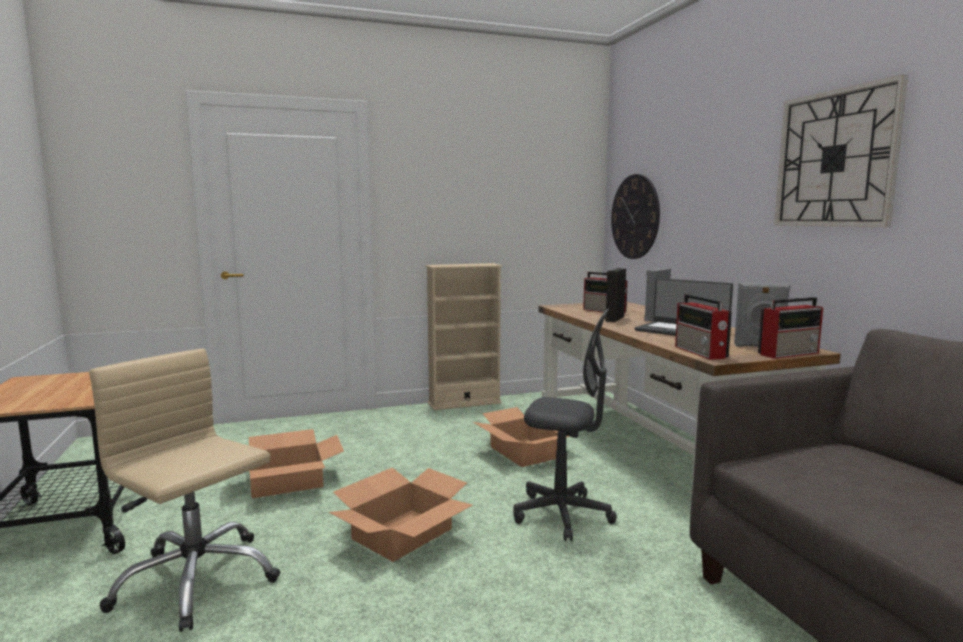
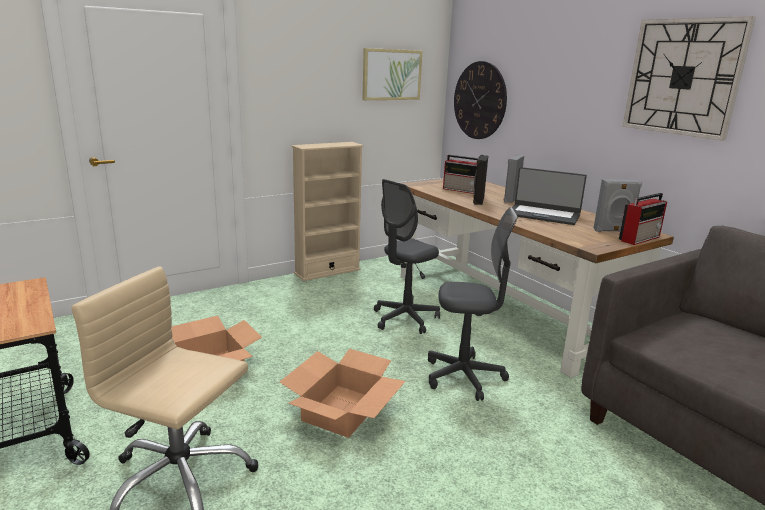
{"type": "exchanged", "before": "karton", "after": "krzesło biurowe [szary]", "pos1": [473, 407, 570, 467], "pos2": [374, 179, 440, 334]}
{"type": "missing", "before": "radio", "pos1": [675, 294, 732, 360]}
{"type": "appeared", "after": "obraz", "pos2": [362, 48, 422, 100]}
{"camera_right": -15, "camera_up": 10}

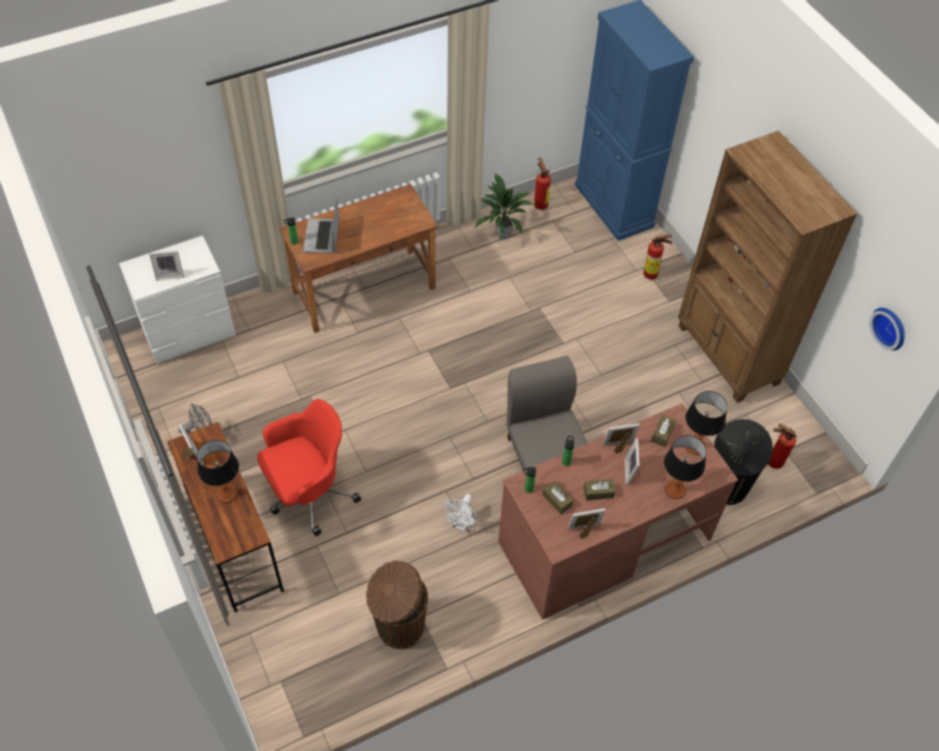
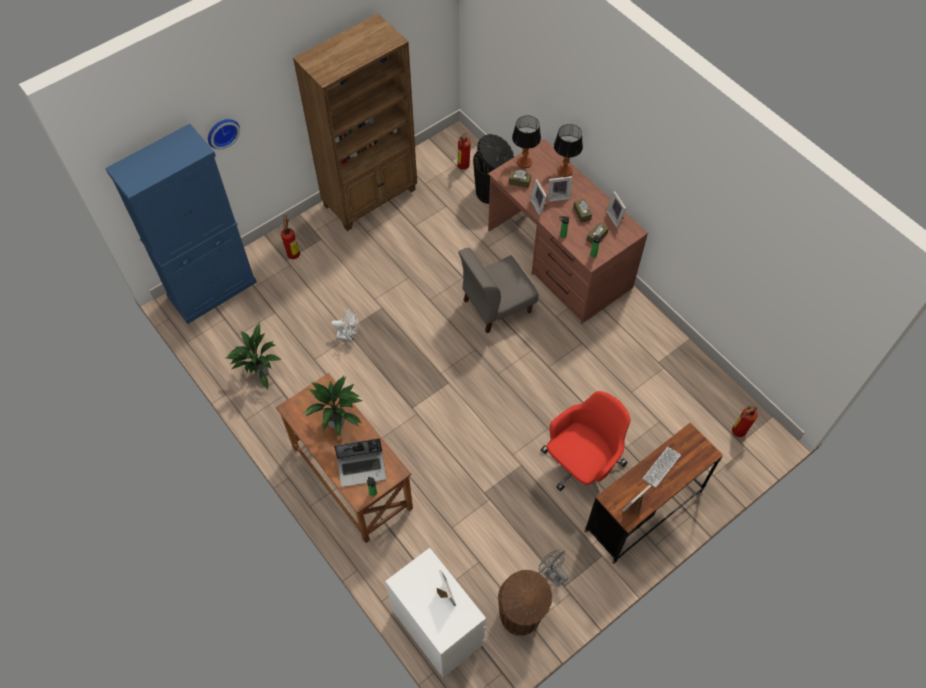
{"type": "exchanged", "before": "lampa stołowa", "after": "klawiatura", "pos1": [197, 440, 239, 503], "pos2": [642, 447, 681, 488]}
{"type": "spun", "before": "krzesło biurowe [czerwony]", "pos1": [257, 399, 361, 536], "pos2": [541, 391, 630, 495], "turn": 90}
{"type": "relocated", "before": "kosz na śmieci [brązowy]", "pos1": [366, 561, 428, 649], "pos2": [498, 570, 552, 636]}
{"type": "relocated", "before": "wentylator [biały]", "pos1": [442, 494, 478, 531], "pos2": [331, 309, 359, 341]}
{"type": "relocated", "before": "gaśnica", "pos1": [534, 158, 551, 210], "pos2": [732, 406, 758, 437]}
{"type": "relocated", "before": "zegar ścienny", "pos1": [870, 308, 905, 351], "pos2": [208, 119, 240, 150]}
{"type": "appeared", "after": "roślina doniczkowa", "pos2": [303, 376, 362, 437]}
{"camera_right": -100, "camera_up": 5}

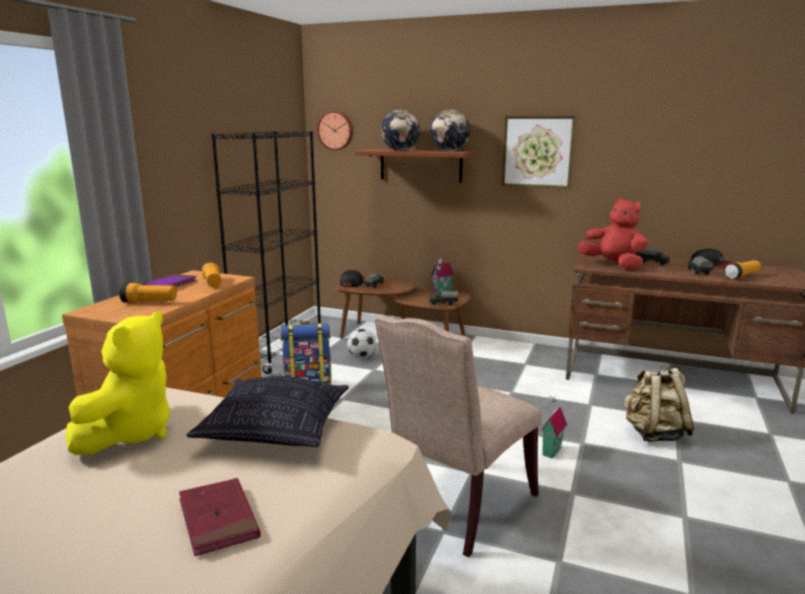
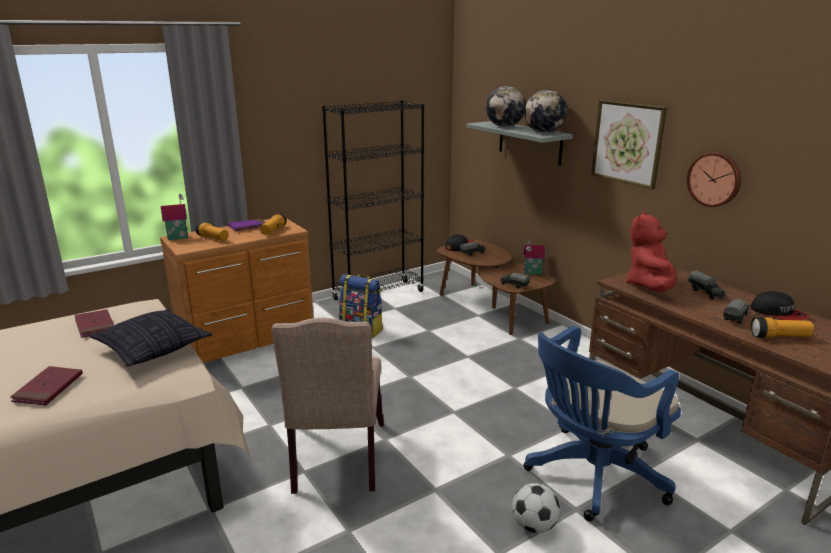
{"type": "exchanged", "before": "pluszak [żółty]", "after": "książka [czerwony]", "pos1": [66, 311, 170, 455], "pos2": [74, 309, 114, 338]}
{"type": "relocated", "before": "zegar ścienny", "pos1": [317, 111, 353, 150], "pos2": [687, 152, 741, 207]}
{"type": "relocated", "before": "piłka futbolowa", "pos1": [347, 329, 376, 358], "pos2": [512, 483, 560, 533]}
{"type": "colour", "before": "półka [brązowy]", "after": "półka [szary]", "pos1": [355, 149, 474, 183], "pos2": [466, 121, 573, 166]}
{"type": "spun", "before": "krzesło [beżowy]", "pos1": [375, 316, 542, 557], "pos2": [272, 318, 384, 494], "turn": -75}
{"type": "relocated", "before": "domek", "pos1": [540, 396, 567, 459], "pos2": [161, 194, 189, 240]}
{"type": "spun", "before": "pluszak [czerwony]", "pos1": [578, 198, 648, 270], "pos2": [626, 212, 677, 292], "turn": -150}
{"type": "exchanged", "before": "plecak [beżowy]", "after": "krzesło biurowe [niebieski]", "pos1": [624, 366, 694, 442], "pos2": [523, 326, 681, 521]}
{"camera_right": 35, "camera_up": 5}

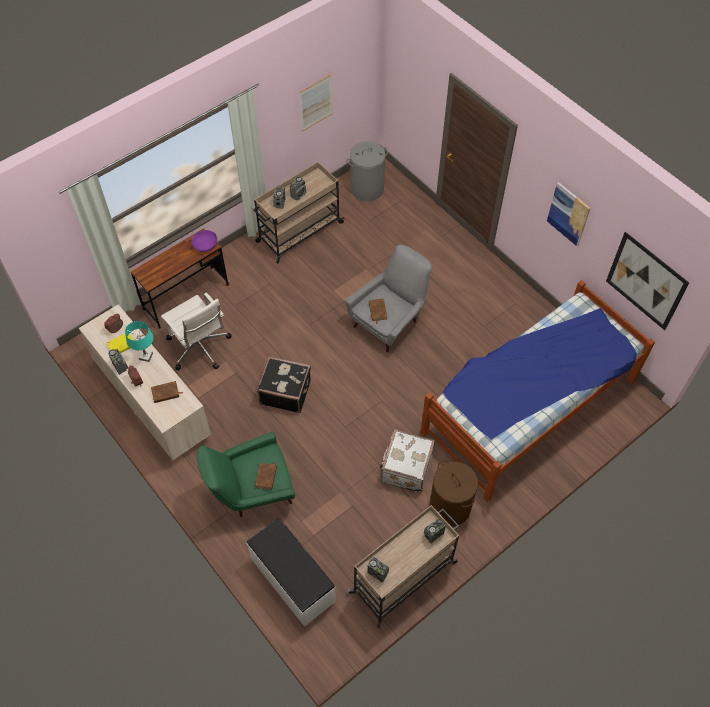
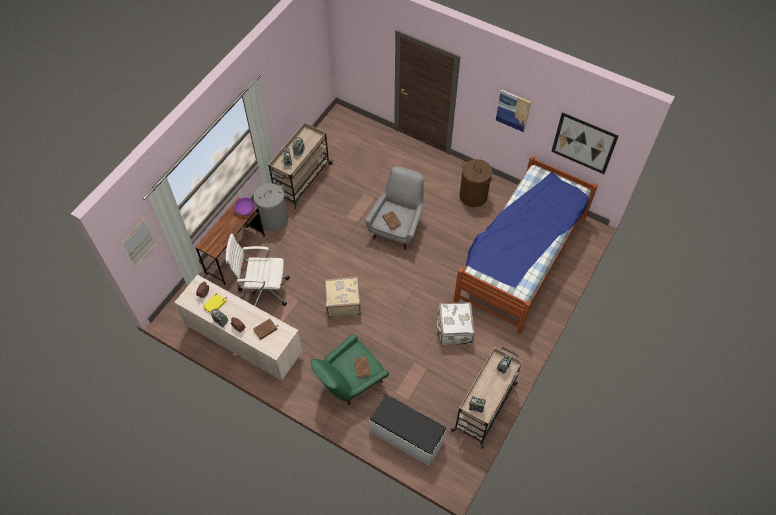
{"type": "missing", "before": "lampa stołowa [turkusowy]", "pos1": [125, 321, 153, 362]}
{"type": "spun", "before": "krzesło biurowe [biały]", "pos1": [161, 292, 232, 370], "pos2": [226, 233, 290, 307], "turn": 150}
{"type": "colour", "before": "walizka [czarny]", "after": "walizka [beżowy]", "pos1": [257, 356, 311, 413], "pos2": [324, 276, 361, 318]}
{"type": "relocated", "before": "obraz", "pos1": [299, 74, 332, 131], "pos2": [121, 218, 157, 270]}
{"type": "relocated", "before": "kosz na pranie [szary]", "pos1": [347, 141, 388, 201], "pos2": [254, 183, 288, 232]}
{"type": "relocated", "before": "kosz na pranie [brązowy]", "pos1": [429, 460, 478, 527], "pos2": [459, 159, 493, 207]}
{"camera_right": -20, "camera_up": 0}

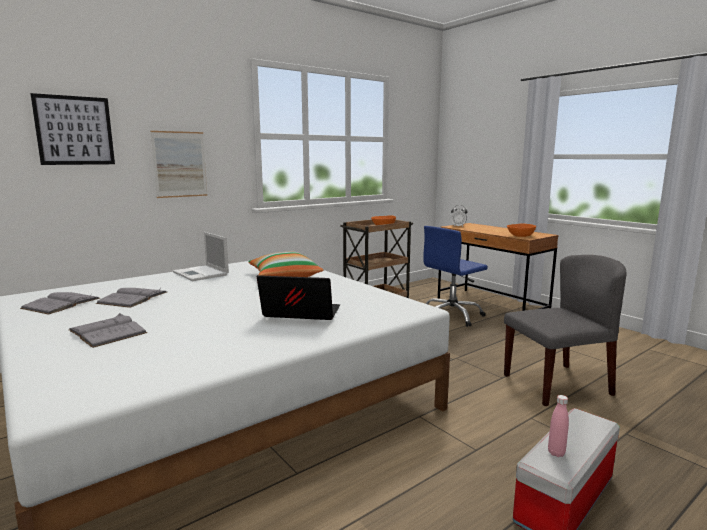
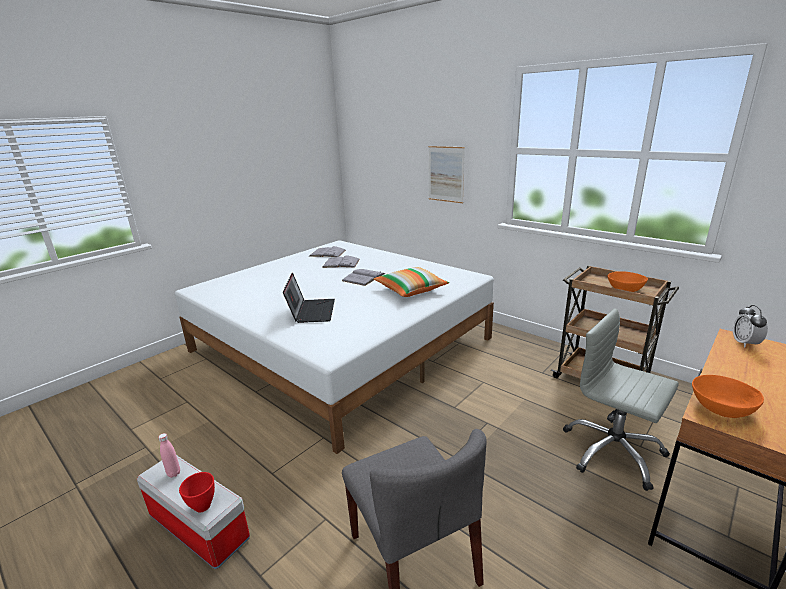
{"type": "missing", "before": "obraz", "pos1": [30, 93, 115, 165]}
{"type": "relocated", "before": "książka [szary]", "pos1": [69, 313, 147, 348], "pos2": [342, 269, 385, 286]}
{"type": "missing", "before": "laptop", "pos1": [173, 232, 229, 281]}
{"type": "colour", "before": "krzesło biurowe [niebieski]", "after": "krzesło biurowe [szary]", "pos1": [423, 226, 488, 327], "pos2": [563, 308, 679, 491]}
{"type": "appeared", "after": "miska [czerwony]", "pos2": [179, 472, 215, 513]}
{"camera_right": 80, "camera_up": 10}

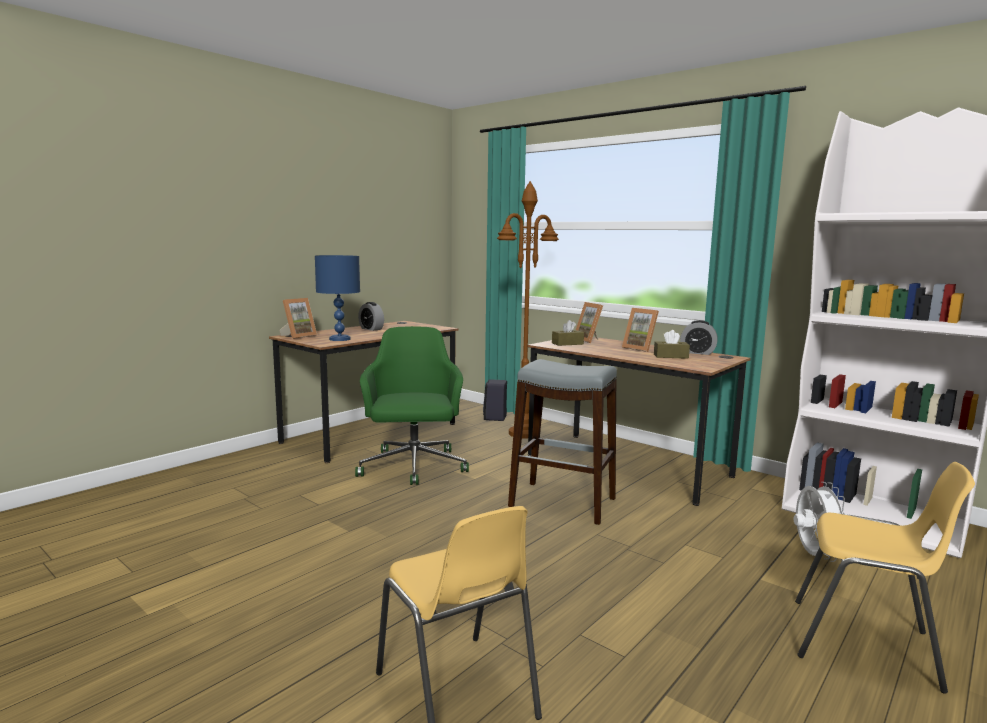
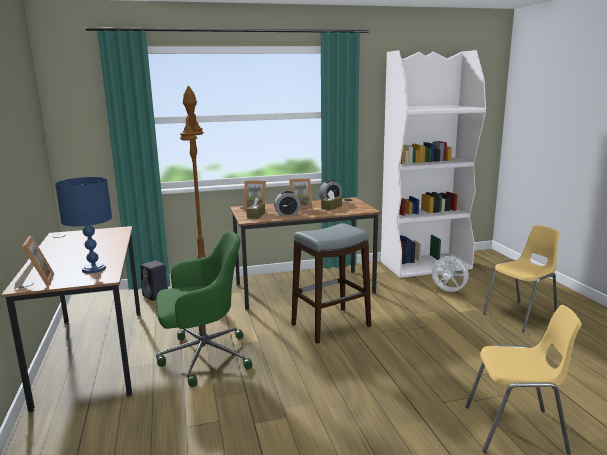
{"type": "spun", "before": "krzesło biurowe [zielony]", "pos1": [355, 326, 469, 485], "pos2": [156, 231, 253, 387], "turn": 135}
{"type": "relocated", "before": "budzik", "pos1": [358, 302, 384, 331], "pos2": [274, 191, 301, 216]}
{"camera_right": -55, "camera_up": 5}

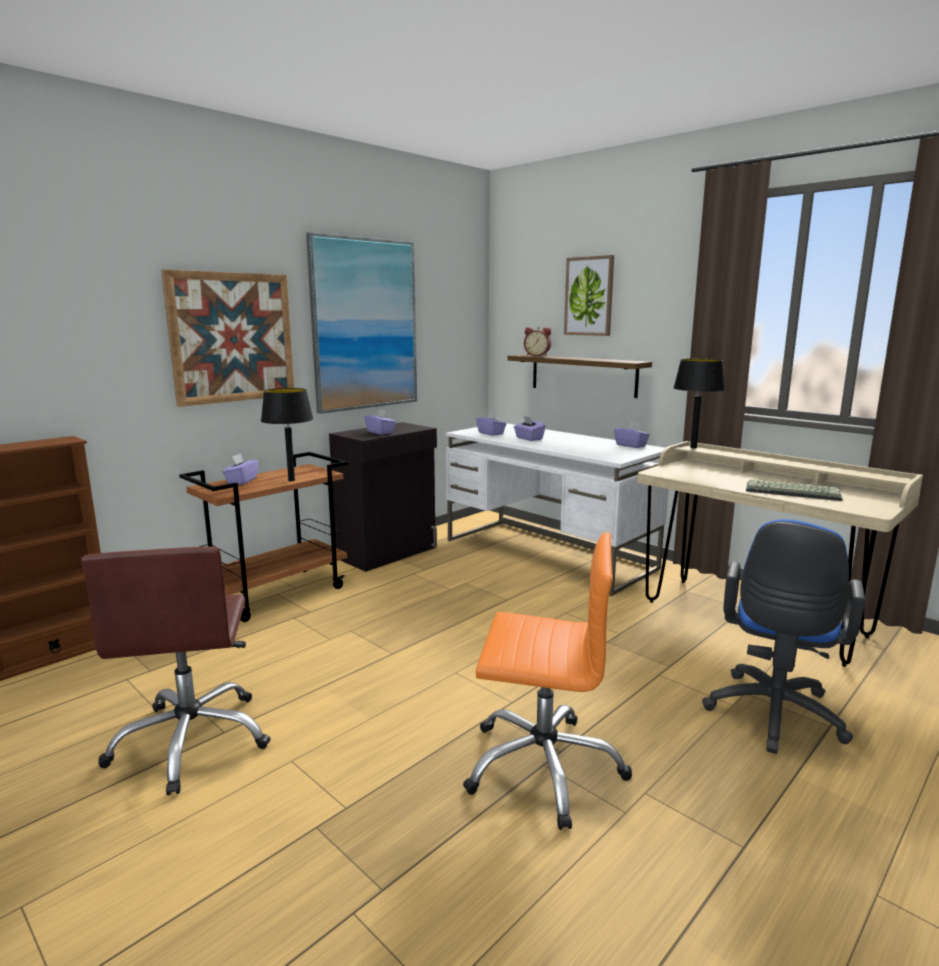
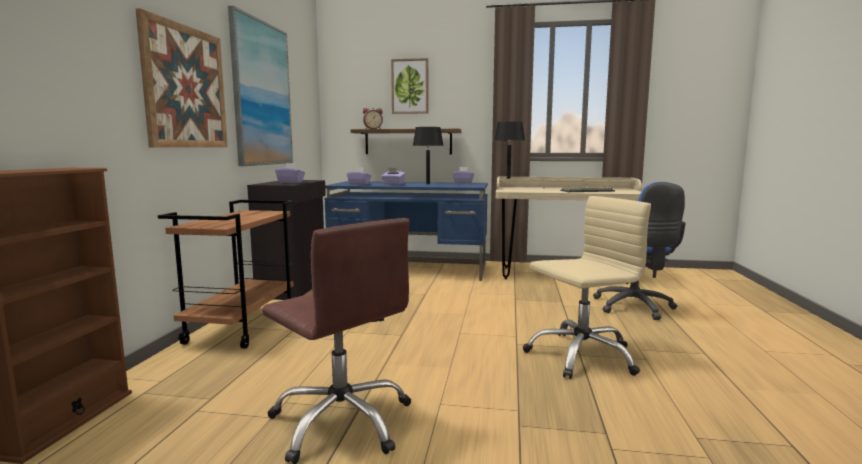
{"type": "missing", "before": "pudełko chusteczek [fioletowy]", "pos1": [223, 453, 258, 485]}
{"type": "relocated", "before": "lampa stołowa [czarny]", "pos1": [261, 388, 313, 481], "pos2": [413, 127, 444, 184]}
{"type": "colour", "before": "biurko [biały]", "after": "biurko [niebieski]", "pos1": [446, 423, 669, 596], "pos2": [325, 181, 488, 281]}
{"type": "colour", "before": "krzesło biurowe [pomarańczowy]", "after": "krzesło biurowe [beżowy]", "pos1": [463, 532, 632, 830], "pos2": [523, 196, 651, 379]}
{"camera_right": -35, "camera_up": -5}

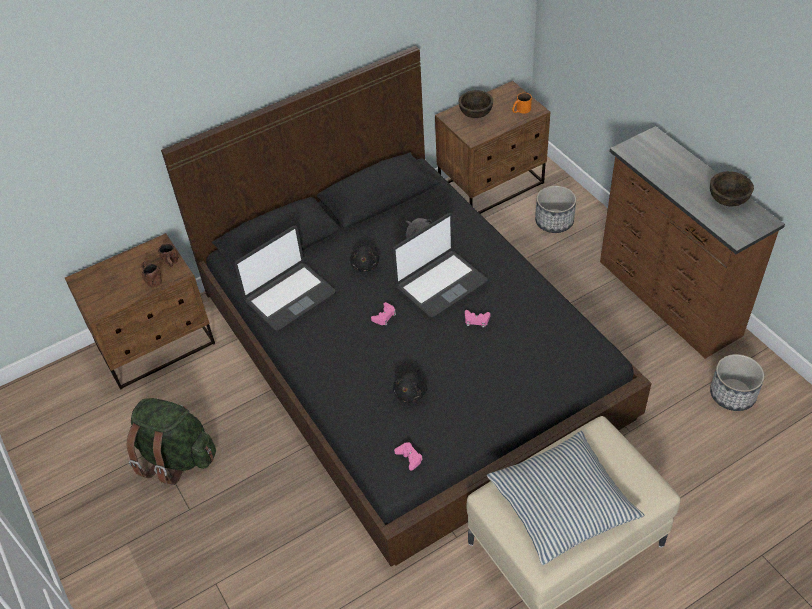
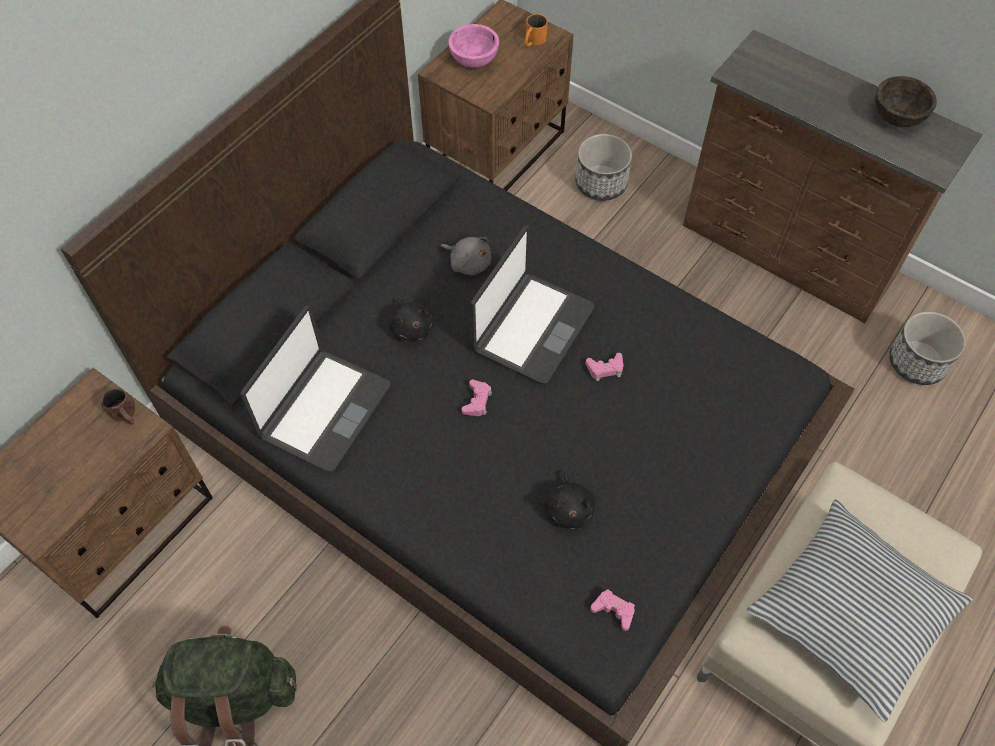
{"type": "missing", "before": "kubek [brązowy]", "pos1": [141, 261, 162, 287]}
{"type": "colour", "before": "miska [brązowy]", "after": "miska [różowy]", "pos1": [459, 90, 493, 118], "pos2": [449, 24, 499, 68]}
{"camera_right": -25, "camera_up": 10}

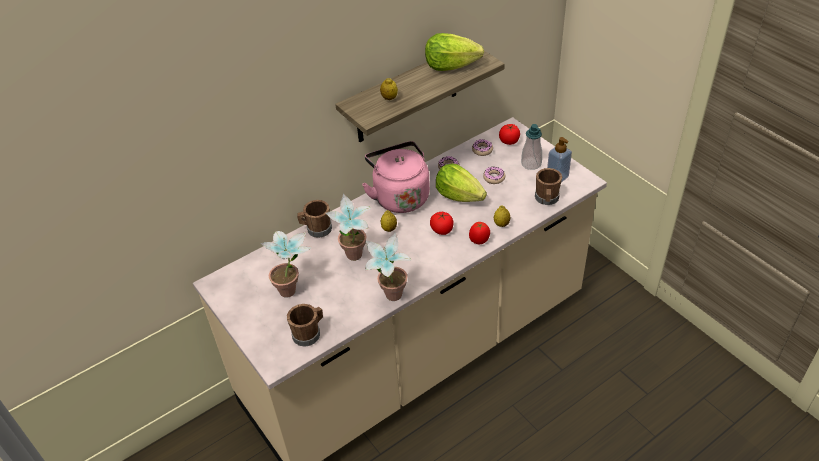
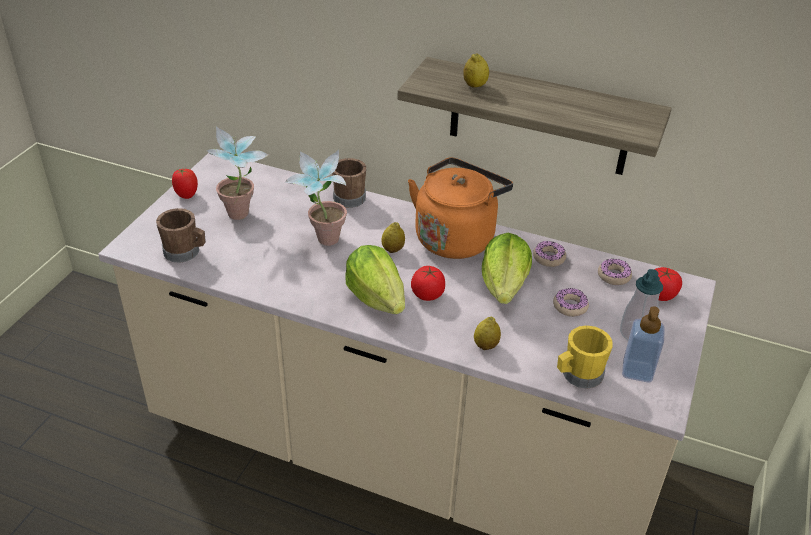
{"type": "colour", "before": "czajnik [różowy]", "after": "czajnik [pomarańczowy]", "pos1": [362, 141, 430, 213], "pos2": [408, 157, 513, 259]}
{"type": "missing", "before": "roślina doniczkowa", "pos1": [365, 233, 411, 301]}
{"type": "relocated", "before": "sałata", "pos1": [425, 33, 484, 71], "pos2": [345, 245, 405, 314]}
{"type": "relocated", "before": "pomidor", "pos1": [469, 222, 490, 244], "pos2": [172, 169, 198, 199]}
{"type": "colour", "before": "kubek [brązowy]", "after": "kubek [żółty]", "pos1": [535, 168, 562, 205], "pos2": [557, 326, 613, 389]}
{"camera_right": 55, "camera_up": -5}

